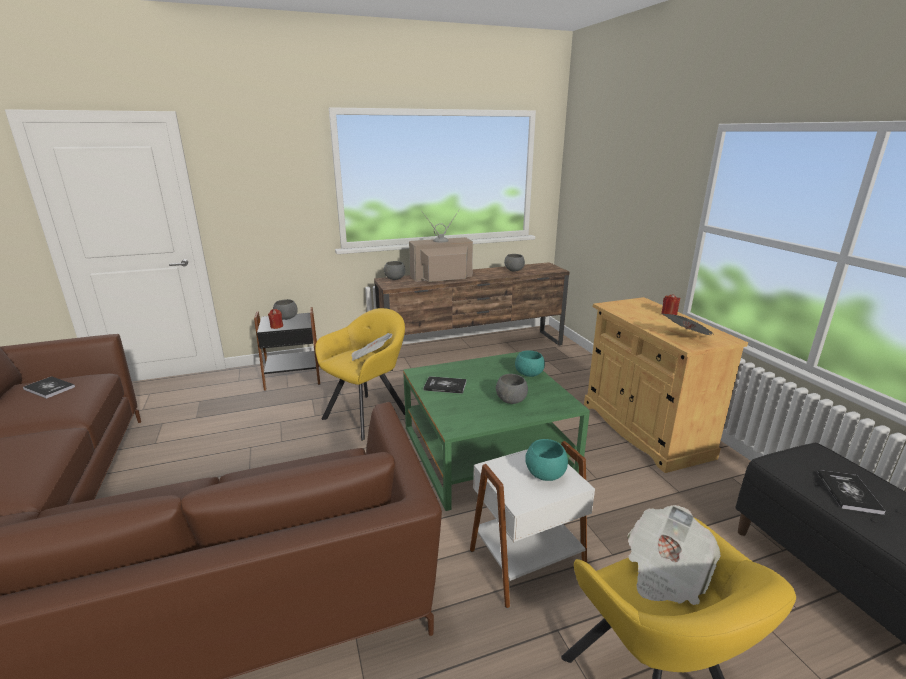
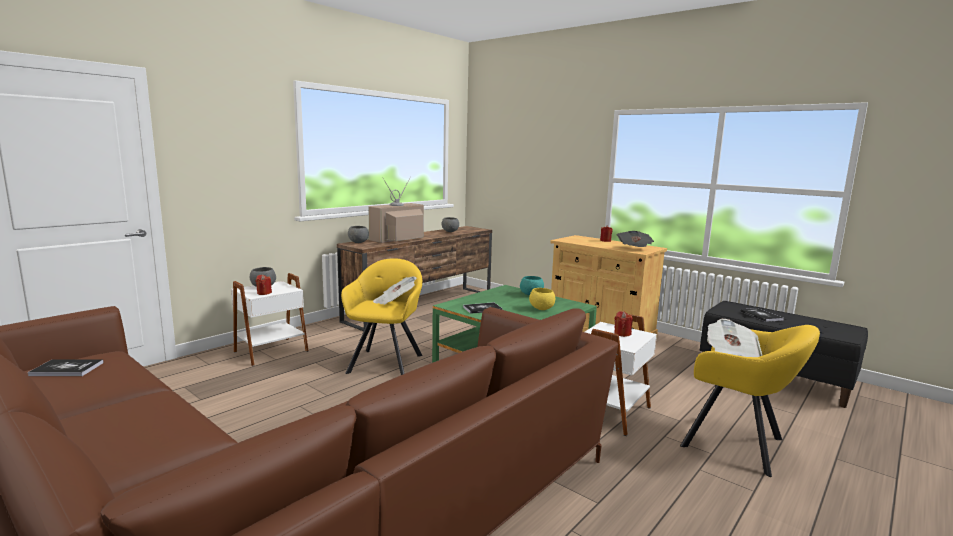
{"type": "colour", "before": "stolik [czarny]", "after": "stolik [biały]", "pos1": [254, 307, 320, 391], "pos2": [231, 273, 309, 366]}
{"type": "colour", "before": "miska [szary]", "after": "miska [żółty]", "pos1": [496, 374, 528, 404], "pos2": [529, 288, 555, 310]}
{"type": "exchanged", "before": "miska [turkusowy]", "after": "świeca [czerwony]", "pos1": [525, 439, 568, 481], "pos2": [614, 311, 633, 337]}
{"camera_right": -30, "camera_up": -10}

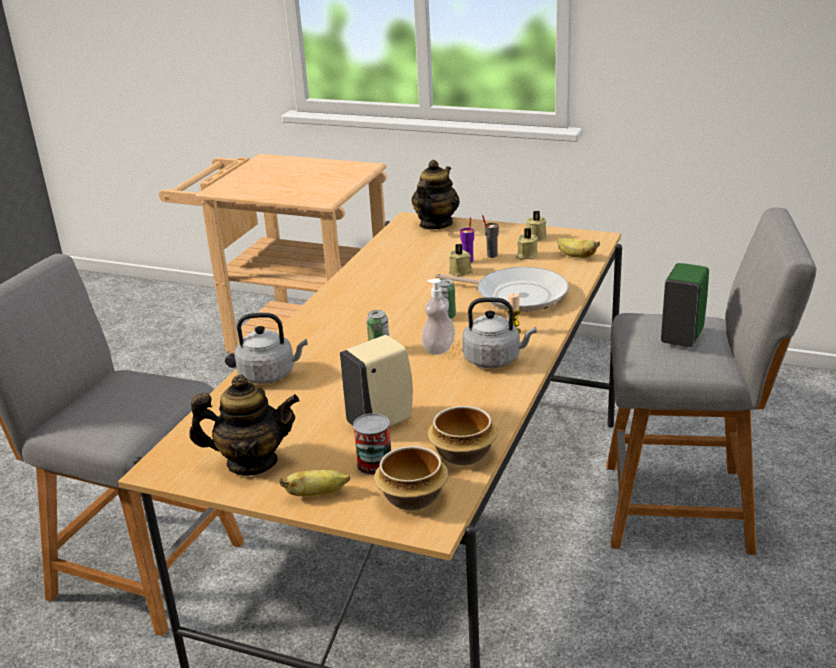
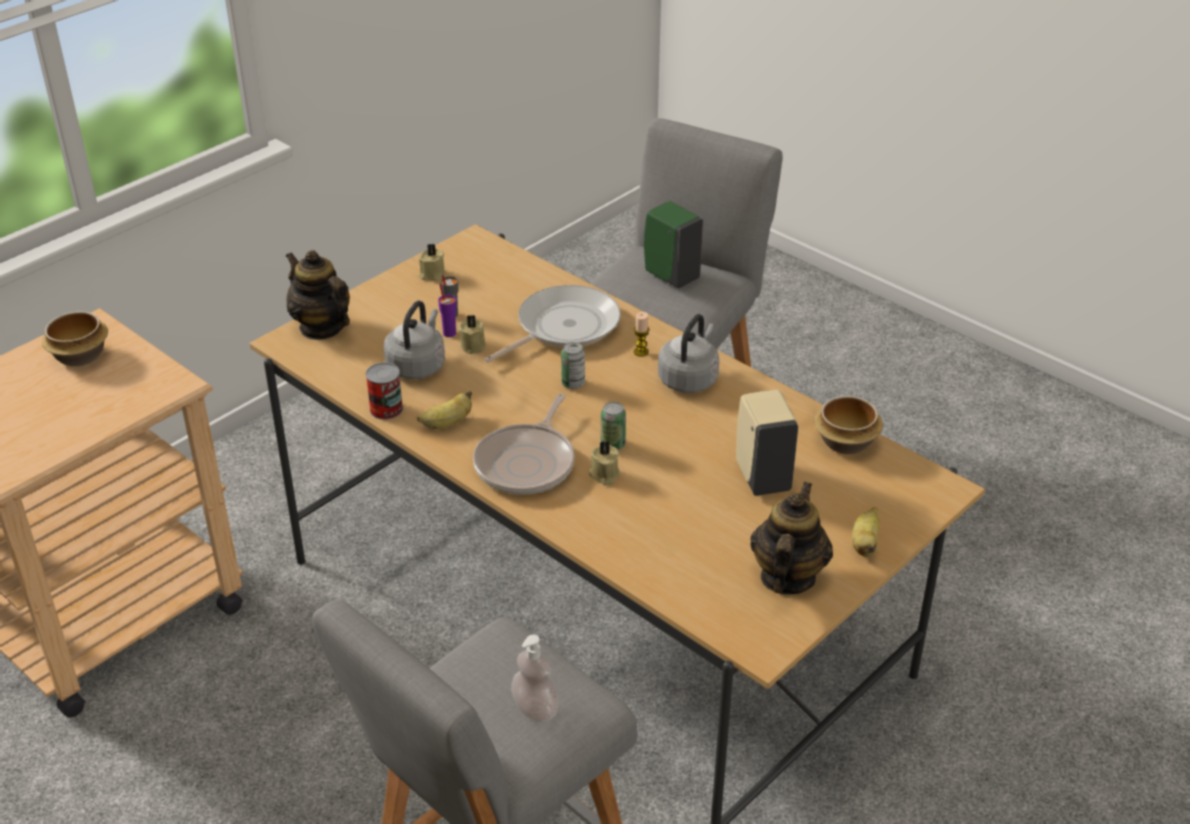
{"type": "relocated", "before": "czajnik [szary]", "pos1": [234, 313, 308, 384], "pos2": [383, 301, 445, 379]}
{"type": "relocated", "before": "puszka", "pos1": [353, 413, 391, 475], "pos2": [366, 363, 403, 420]}
{"type": "relocated", "before": "miska", "pos1": [374, 446, 448, 510], "pos2": [42, 311, 108, 366]}
{"type": "relocated", "before": "dozownik mydła", "pos1": [422, 279, 455, 355], "pos2": [511, 635, 559, 722]}
{"type": "relocated", "before": "świeca [beżowy]", "pos1": [516, 228, 538, 260], "pos2": [589, 441, 620, 486]}
{"type": "relocated", "before": "banan", "pos1": [557, 238, 600, 258], "pos2": [417, 390, 472, 429]}
{"type": "appeared", "after": "patelnia", "pos2": [473, 393, 575, 495]}
{"camera_right": -70, "camera_up": 10}

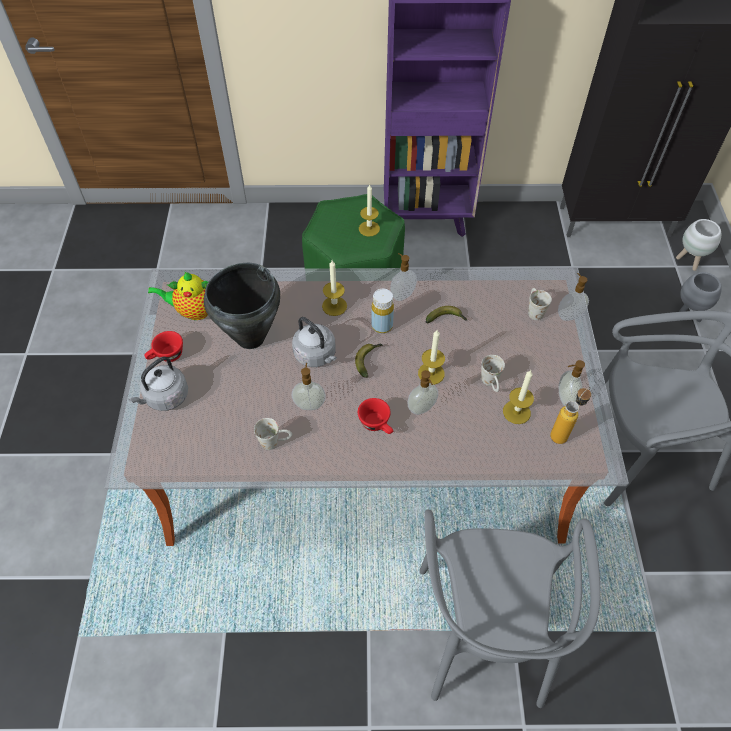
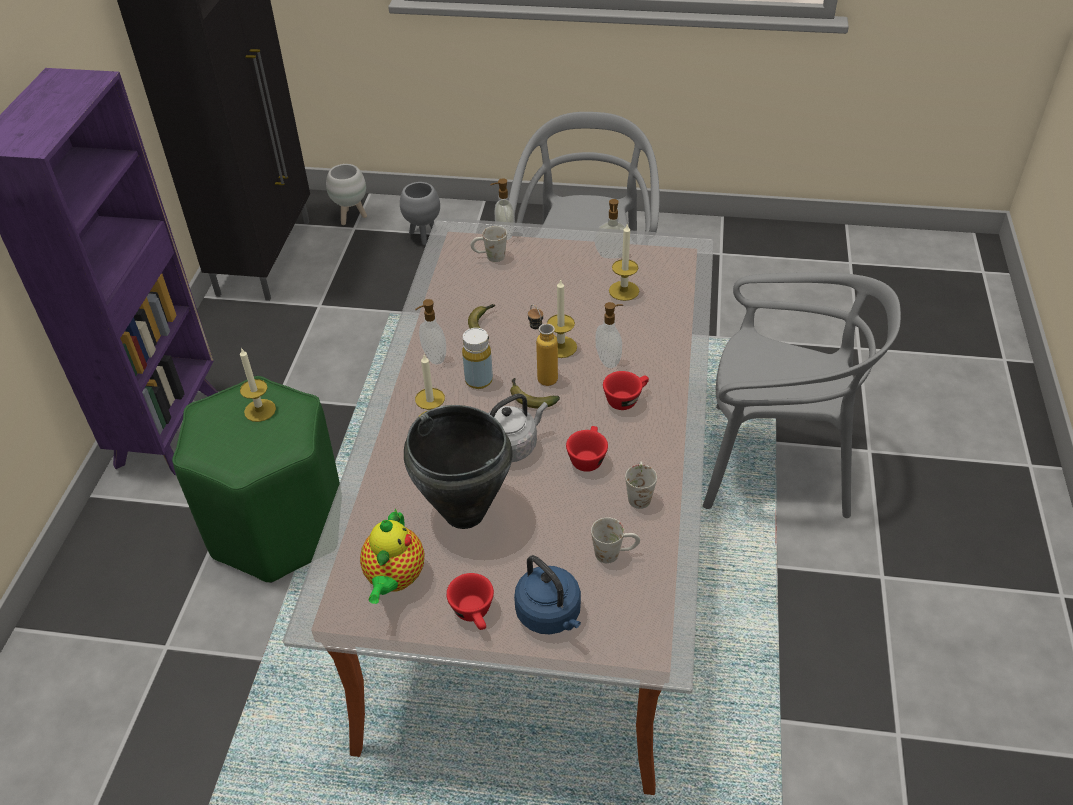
{"type": "colour", "before": "czajnik [szary]", "after": "czajnik [niebieski]", "pos1": [129, 357, 188, 411], "pos2": [514, 555, 581, 634]}
{"type": "exchanged", "before": "dozownik mydła", "after": "filiżanka [czerwony]", "pos1": [292, 363, 326, 410], "pos2": [566, 426, 608, 472]}
{"type": "relocated", "before": "kubek [biały]", "pos1": [481, 355, 505, 392], "pos2": [591, 517, 640, 564]}
{"type": "relocated", "before": "butelka", "pos1": [550, 387, 591, 444], "pos2": [528, 304, 558, 386]}
{"camera_right": -80, "camera_up": -10}

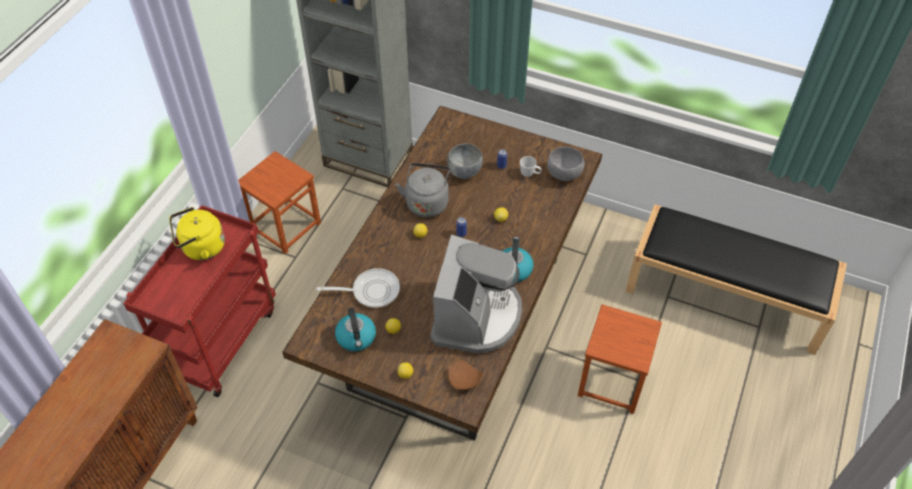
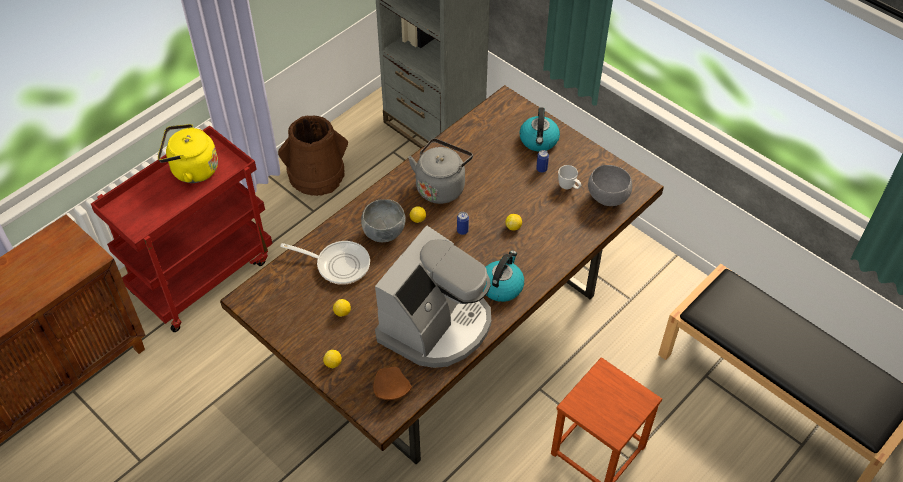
{"type": "exchanged", "before": "stołek [brązowy]", "after": "wiadro [brązowy]", "pos1": [238, 151, 321, 254], "pos2": [278, 115, 348, 196]}
{"type": "relocated", "before": "czajnik", "pos1": [335, 308, 376, 351], "pos2": [519, 107, 560, 152]}
{"type": "relocated", "before": "miska [szary]", "pos1": [447, 143, 483, 179], "pos2": [361, 199, 406, 242]}
{"camera_right": 20, "camera_up": 0}

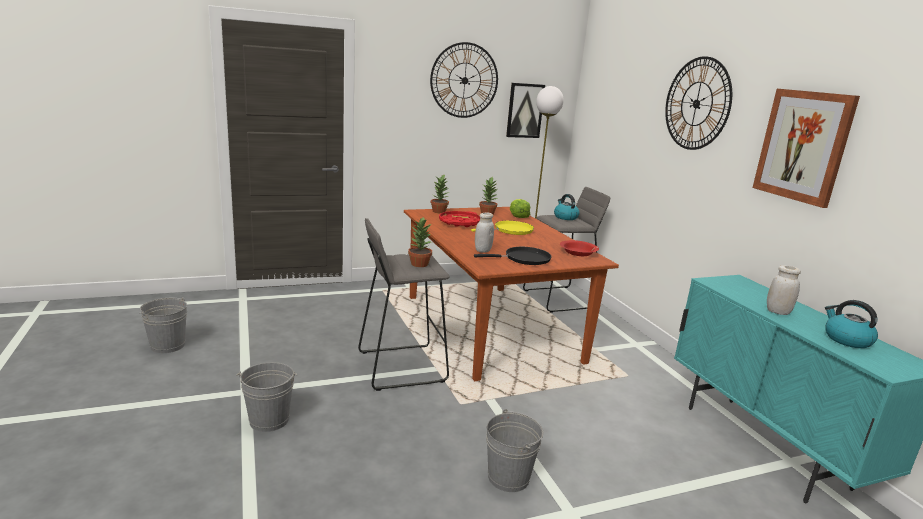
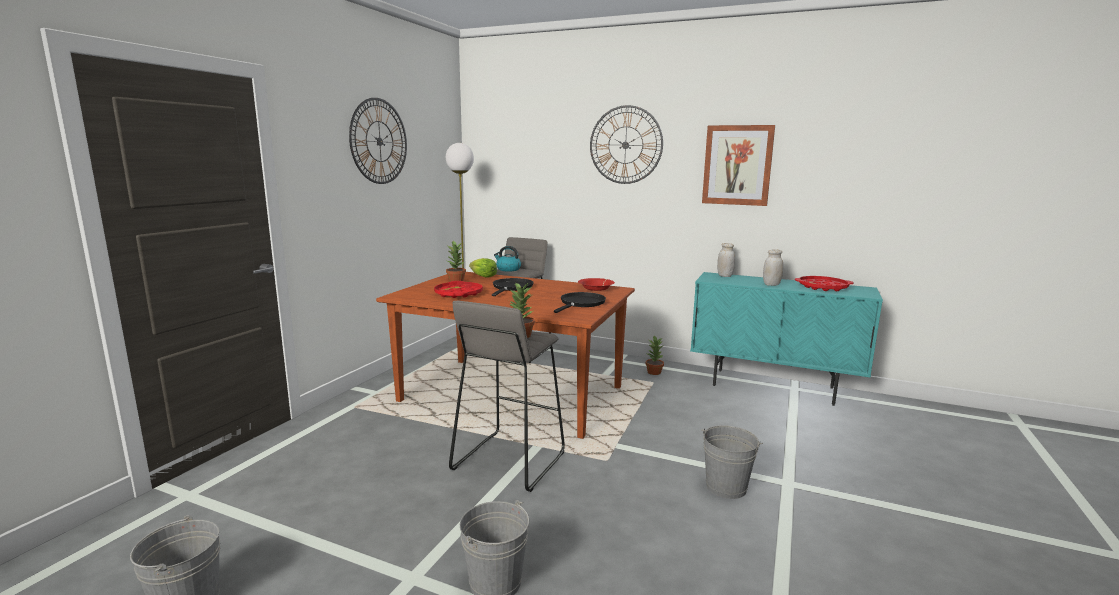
{"type": "relocated", "before": "roślina doniczkowa", "pos1": [431, 174, 450, 213], "pos2": [646, 336, 664, 375]}
{"type": "colour", "before": "patelnia [żółty]", "after": "patelnia [czarny]", "pos1": [471, 221, 534, 235], "pos2": [492, 278, 534, 296]}
{"type": "relocated", "before": "słoik [biały]", "pos1": [475, 213, 494, 253], "pos2": [717, 243, 735, 277]}
{"type": "missing", "before": "obraz", "pos1": [506, 83, 545, 138]}
{"type": "exchanged", "before": "czajnik", "after": "taca [czerwony]", "pos1": [825, 300, 878, 348], "pos2": [795, 276, 854, 291]}
{"camera_right": -45, "camera_up": -5}

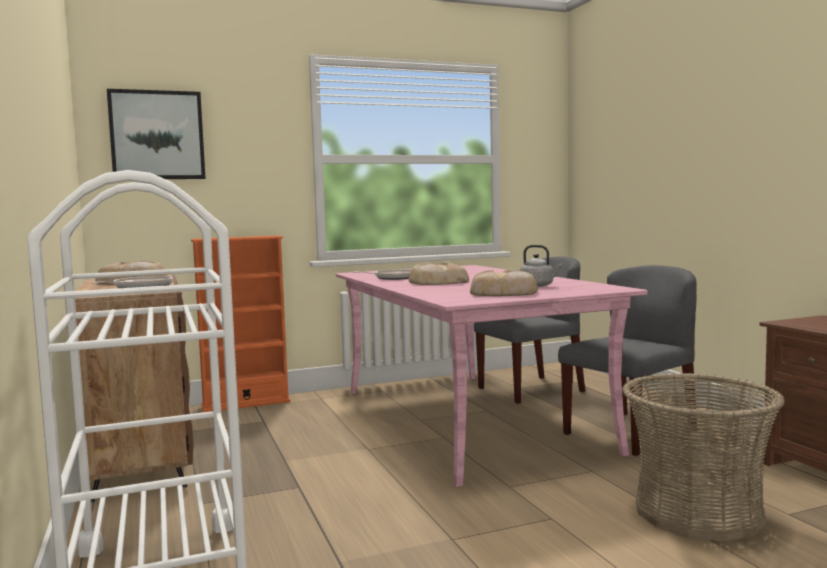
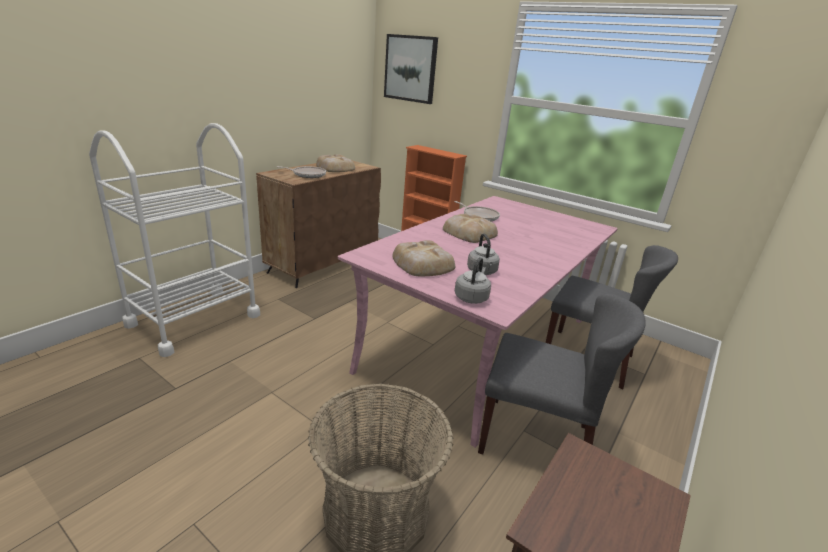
{"type": "appeared", "after": "czajnik [szary]", "pos2": [455, 257, 491, 304]}
{"camera_right": 55, "camera_up": 20}

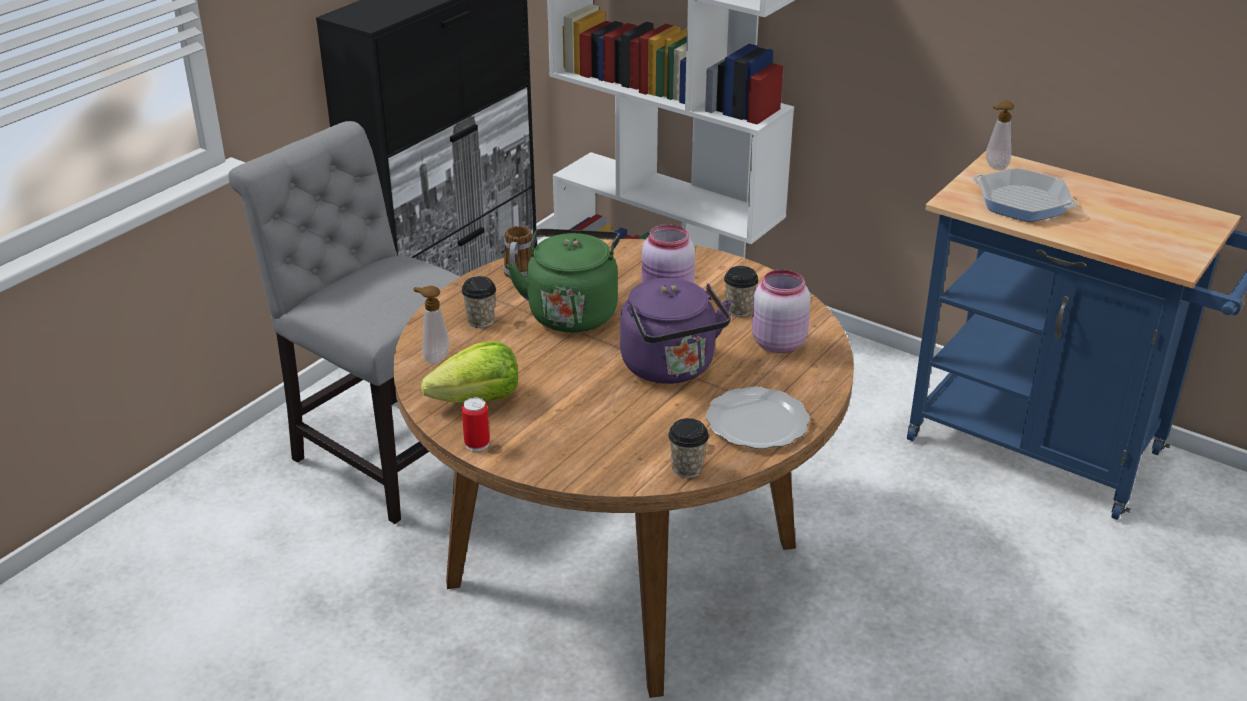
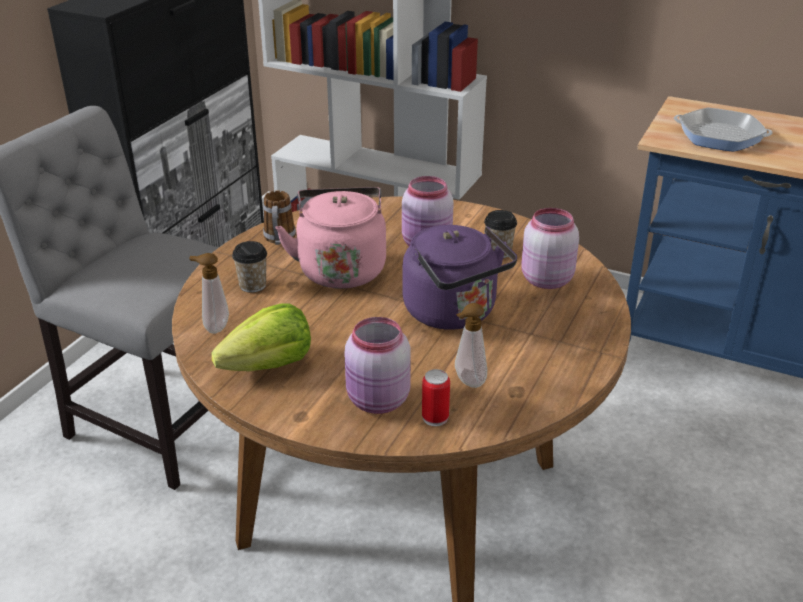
{"type": "relocated", "before": "puszka", "pos1": [462, 397, 490, 451], "pos2": [422, 369, 450, 426]}
{"type": "colour", "before": "czajnik [zielony]", "after": "czajnik [różowy]", "pos1": [507, 229, 620, 333], "pos2": [276, 187, 386, 289]}
{"type": "missing", "before": "filiżanka", "pos1": [668, 418, 709, 478]}
{"type": "missing", "before": "talerz", "pos1": [706, 387, 810, 449]}
{"type": "relocated", "before": "dozownik mydła", "pos1": [985, 101, 1014, 170], "pos2": [455, 303, 487, 388]}
{"type": "appeared", "after": "słoik [różowy]", "pos2": [344, 317, 411, 414]}
{"camera_right": -10, "camera_up": 0}

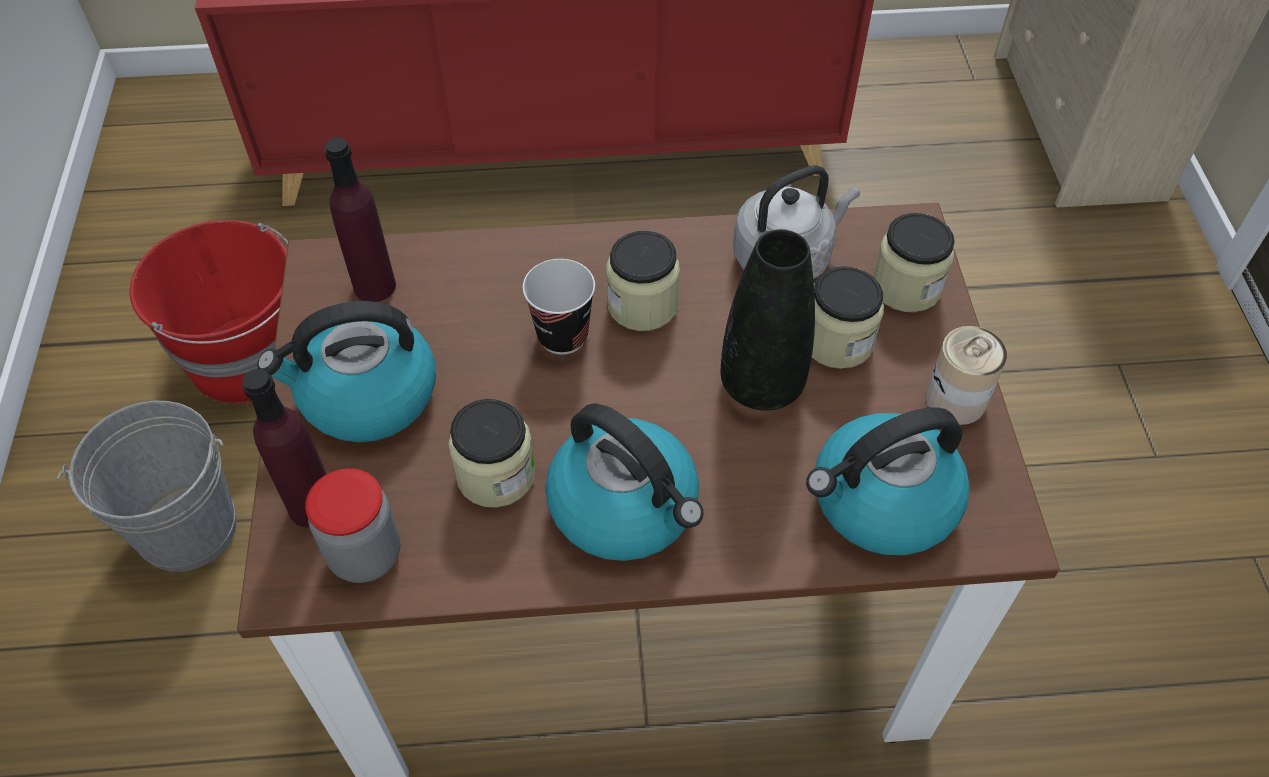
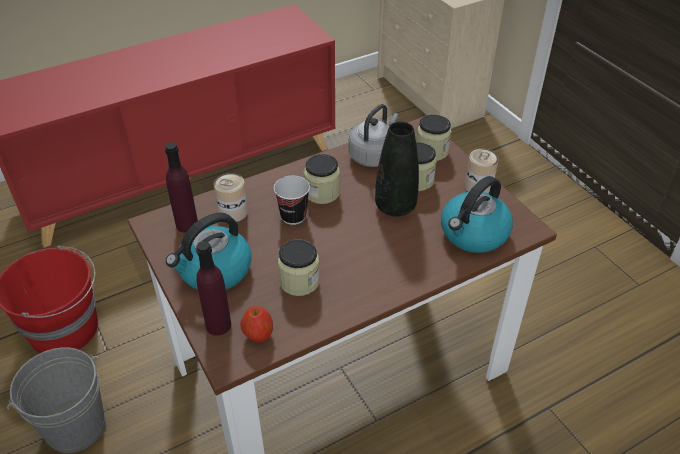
{"type": "exchanged", "before": "słoik", "after": "jabłko", "pos1": [305, 468, 400, 583], "pos2": [240, 306, 273, 342]}
{"type": "missing", "before": "czajnik", "pos1": [545, 403, 704, 561]}
{"type": "appeared", "after": "puszka", "pos2": [214, 173, 248, 222]}
{"camera_right": -25, "camera_up": -10}

